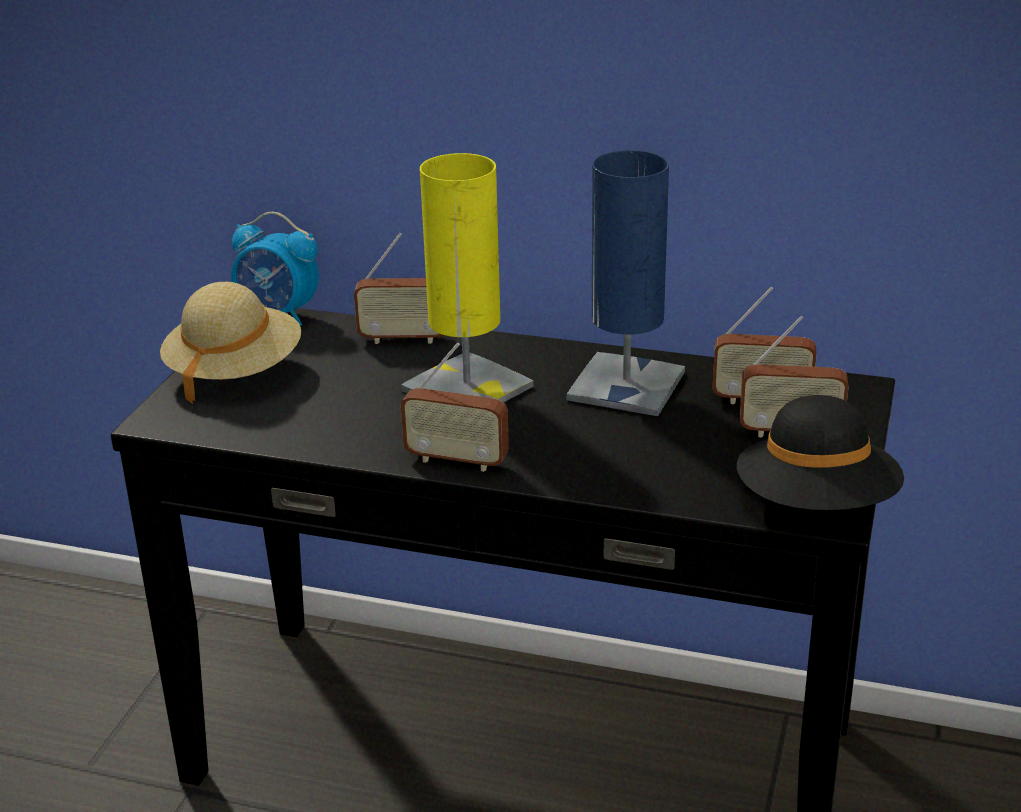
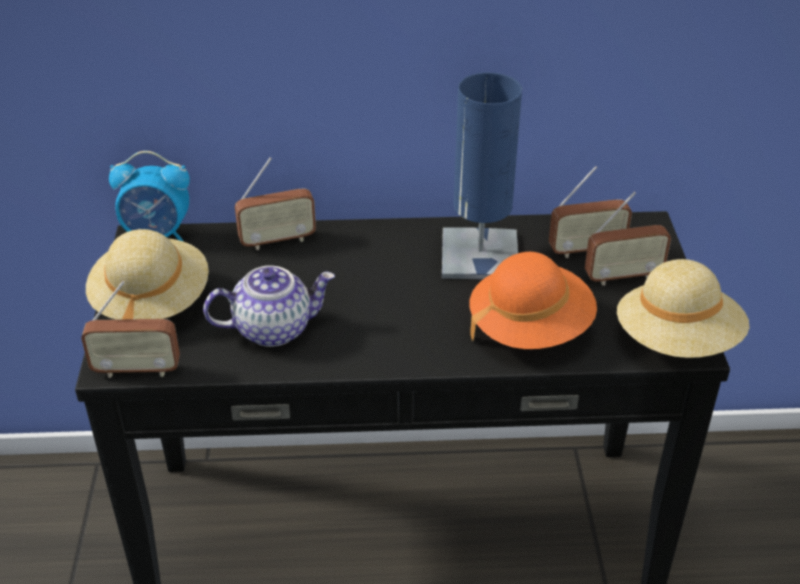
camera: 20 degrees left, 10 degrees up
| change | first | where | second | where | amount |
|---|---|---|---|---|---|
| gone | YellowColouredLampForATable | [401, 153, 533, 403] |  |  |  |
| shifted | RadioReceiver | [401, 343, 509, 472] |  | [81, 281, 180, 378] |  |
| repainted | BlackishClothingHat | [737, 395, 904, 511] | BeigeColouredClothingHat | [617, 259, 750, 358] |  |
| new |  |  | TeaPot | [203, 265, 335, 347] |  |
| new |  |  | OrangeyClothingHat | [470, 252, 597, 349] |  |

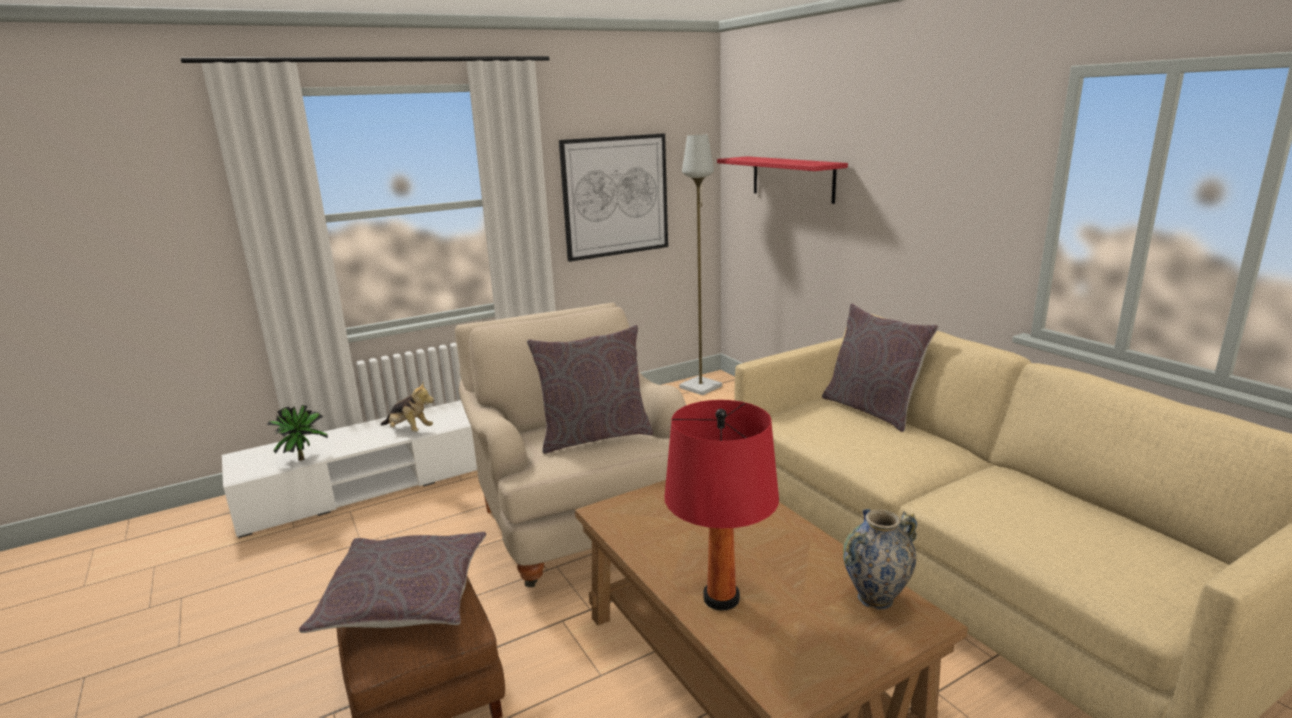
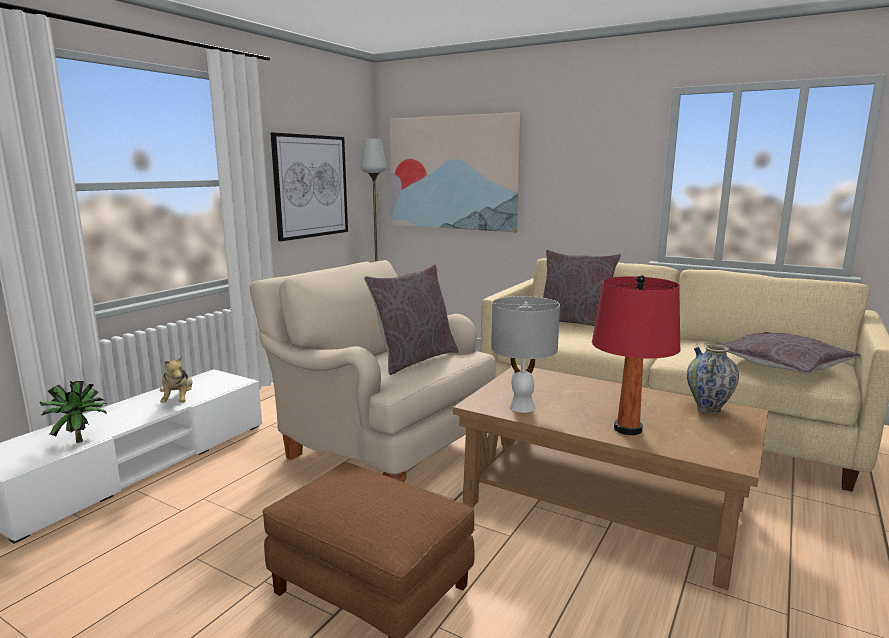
camera: 30 degrees left, 5 degrees down
| change | first | where | second | where | amount |
|---|---|---|---|---|---|
| shifted | GreyThrowPillow | [299, 532, 486, 633] |  | [717, 332, 861, 374] |  |
| rotated | CuddlyToy | [381, 383, 434, 432] |  | [160, 355, 193, 403] | 75 degrees clockwise |
| swapped | ReddishBracketShelf | [717, 156, 848, 204] | WallPicture | [390, 112, 522, 232] |  |
| new |  |  | GreyLampForATable | [491, 296, 560, 413] |  |

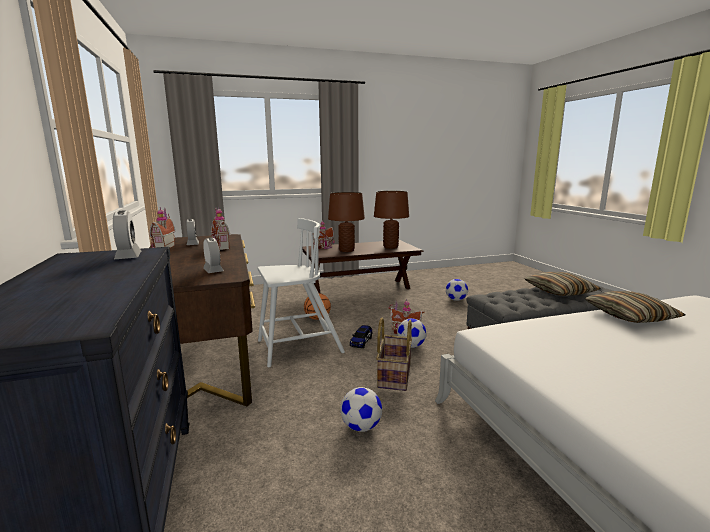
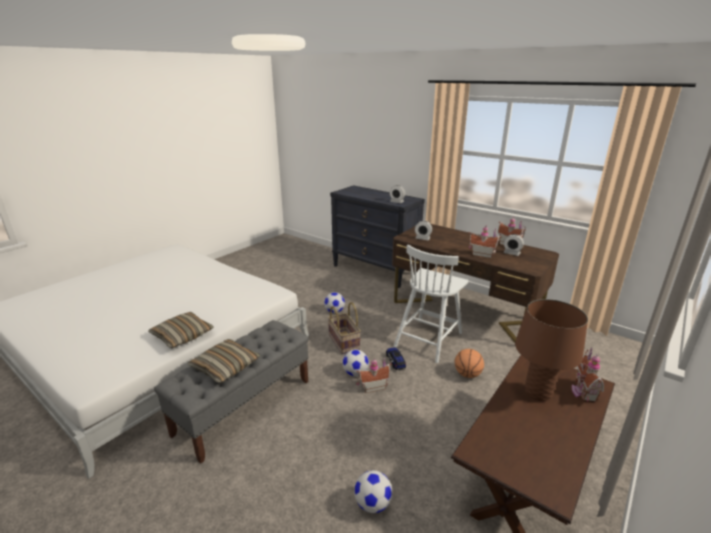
camera: 145 degrees right, 10 degrees up
| change | first | where | second | where | amount |
|---|---|---|---|---|---|
| gone | BrownishLampForATable | [374, 191, 409, 249] |  |  |  |

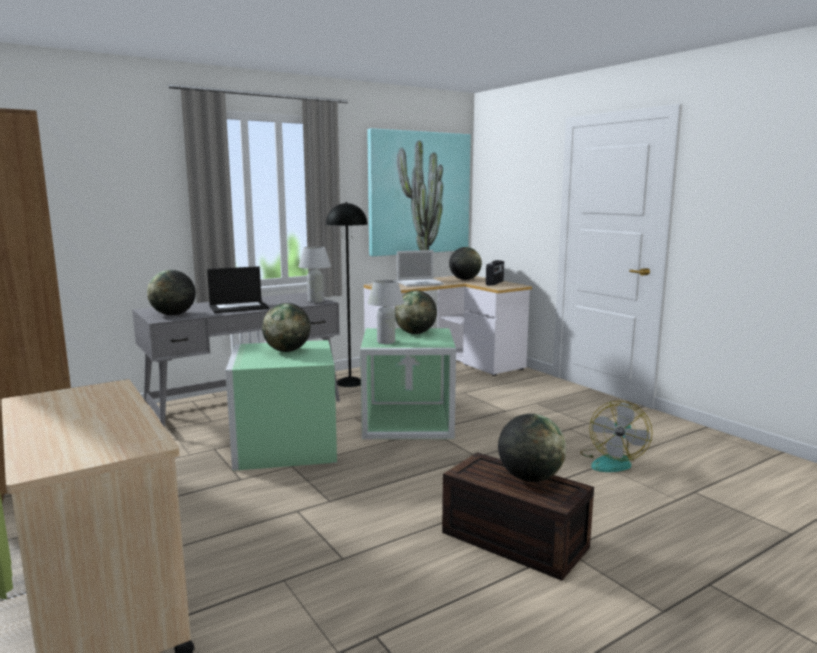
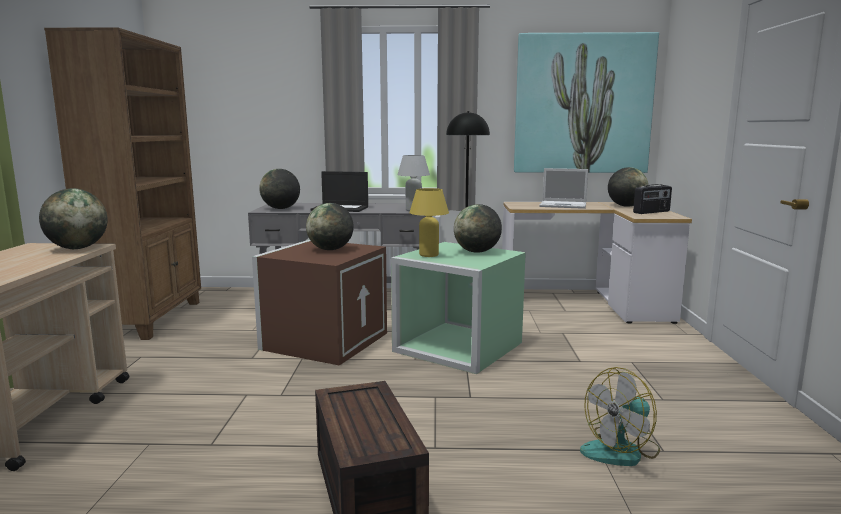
camera: 35 degrees right, 0 degrees up
| change | first | where | second | where | amount |
|---|---|---|---|---|---|
| repainted | GreenStorageContainer | [225, 340, 337, 471] | BrownishStorageContainer | [252, 240, 387, 366] |  |
| repainted | WhiteColouredLampForATable | [368, 280, 404, 344] | YellowColouredLampForATable | [409, 188, 449, 257] |  |
| shifted | DeskGlobe | [498, 414, 566, 482] |  | [39, 188, 108, 249] |  |

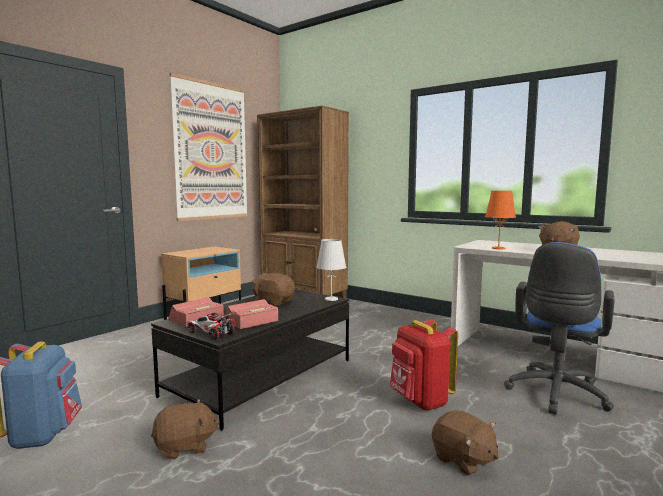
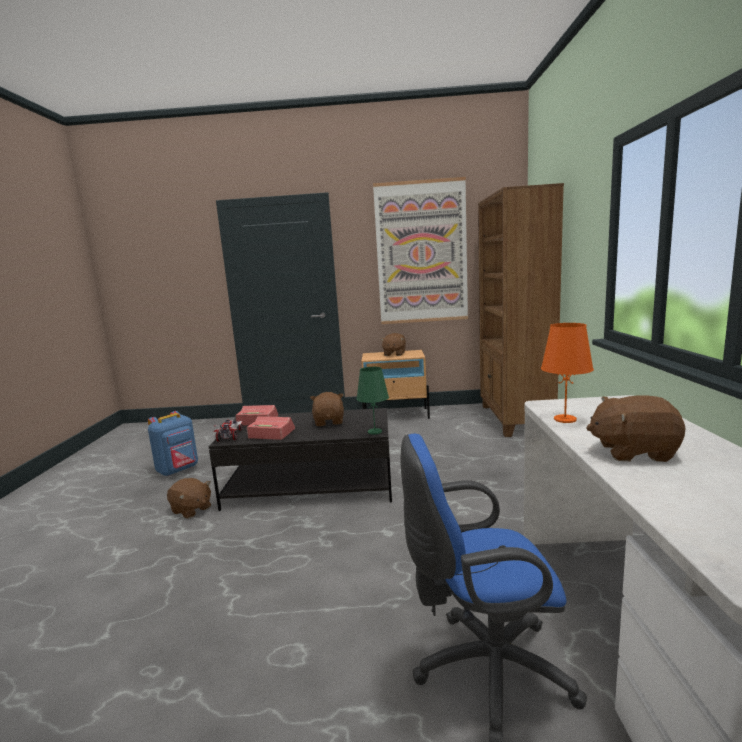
camera: 55 degrees right, 5 degrees up
| change | first | where | second | where | amount |
|---|---|---|---|---|---|
| repainted | WhiteColouredLampForATable | [316, 239, 346, 301] | GreenLampForATable | [356, 367, 389, 435] |  |
| gone | ReddishKnapsack | [390, 319, 458, 410] |  |  |  |
| shifted | BrownishCuddlyToy | [432, 410, 499, 476] |  | [381, 333, 406, 356] |  |

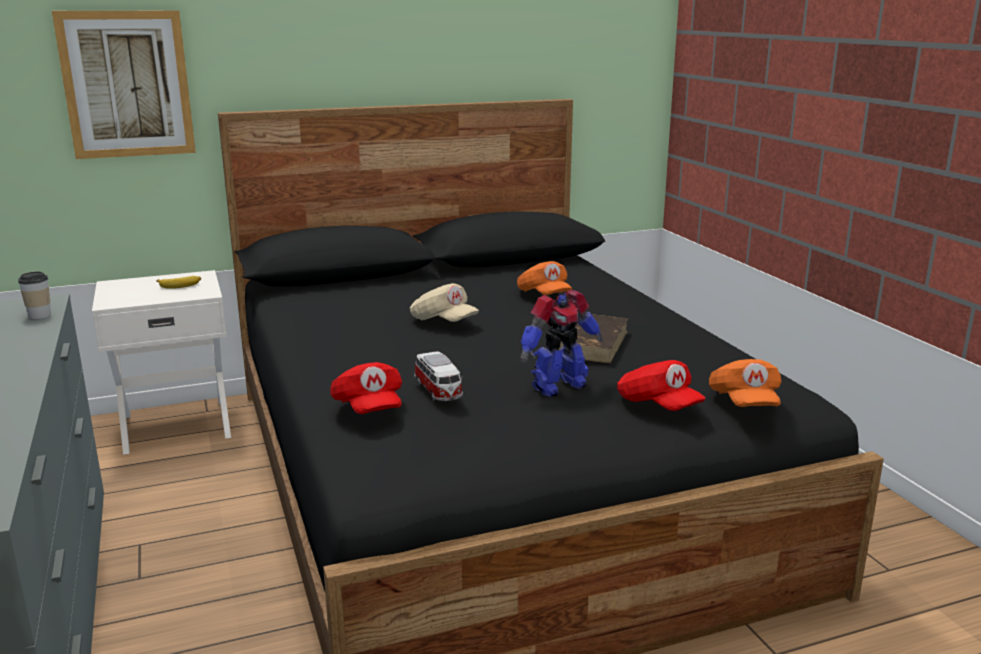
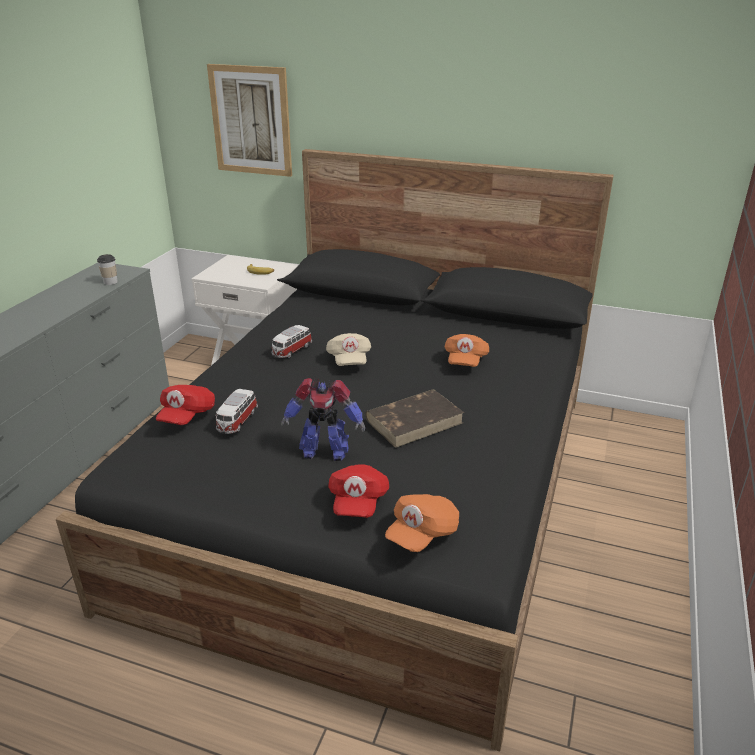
camera: 40 degrees right, 10 degrees up
| change | first | where | second | where | amount |
|---|---|---|---|---|---|
| new |  |  | ModelCar | [272, 325, 312, 358] |  |

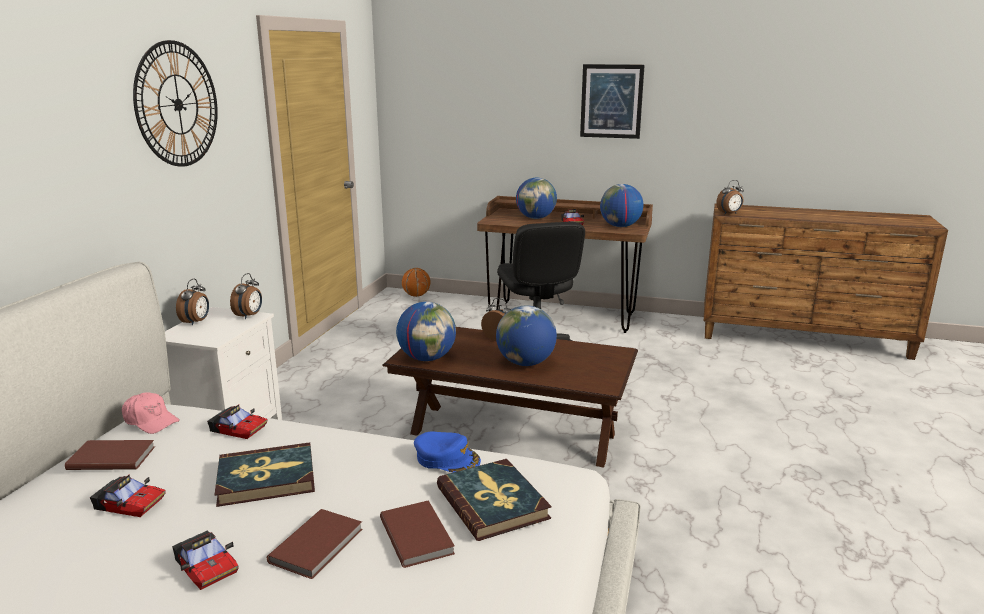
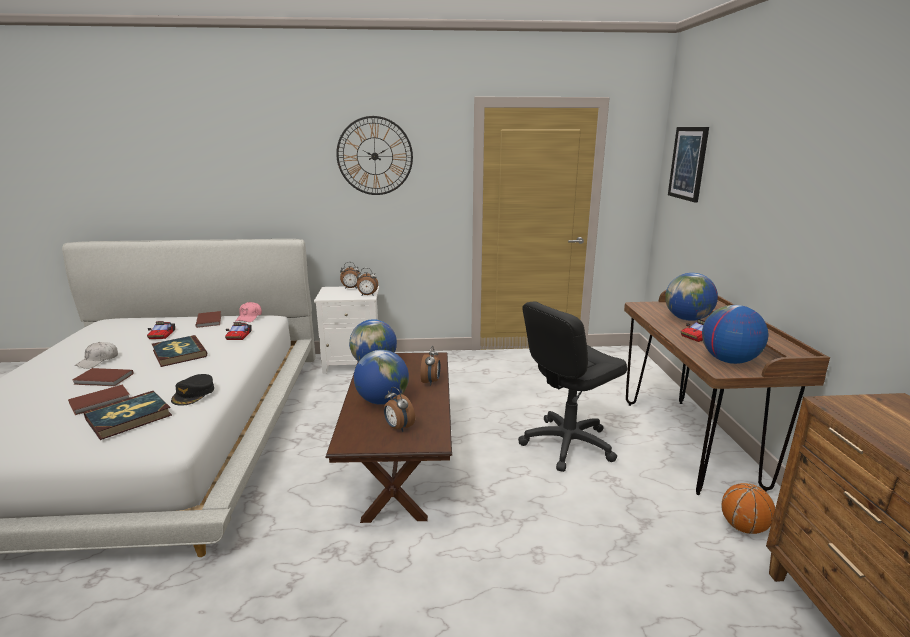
camera: 70 degrees right, 0 degrees up
| change | first | where | second | where | amount |
|---|---|---|---|---|---|
| swapped | ModelCar | [172, 531, 238, 590] | WhiteColouredBaseballCap | [74, 342, 118, 369] |  |
| shifted | Basketball | [402, 268, 431, 297] |  | [722, 483, 775, 534] |  |
| repainted | BlueColouredBaseballCap | [414, 432, 481, 473] | BlackishBaseballCap | [171, 374, 214, 406] |  |
| shifted | WallPicture | [580, 64, 645, 139] |  | [668, 127, 709, 202] |  |
| shifted | BedsideClock | [716, 180, 744, 215] |  | [384, 387, 415, 432] |  |

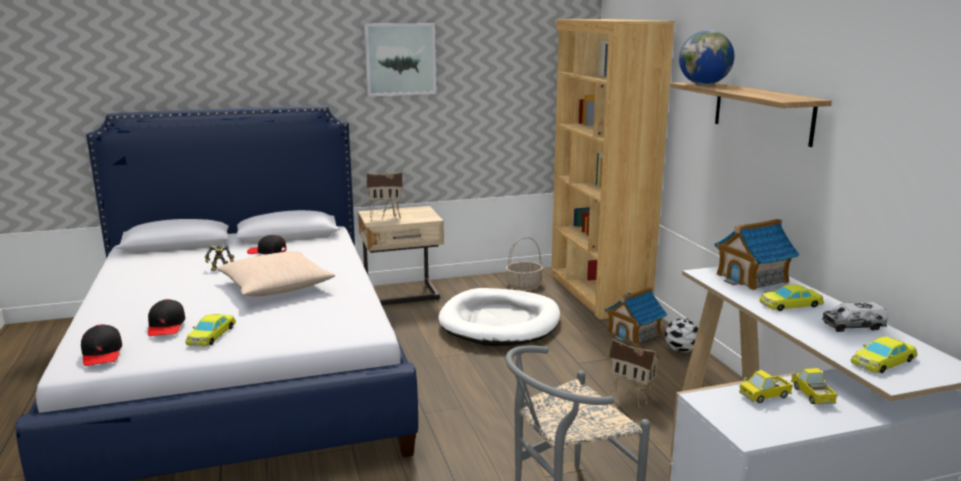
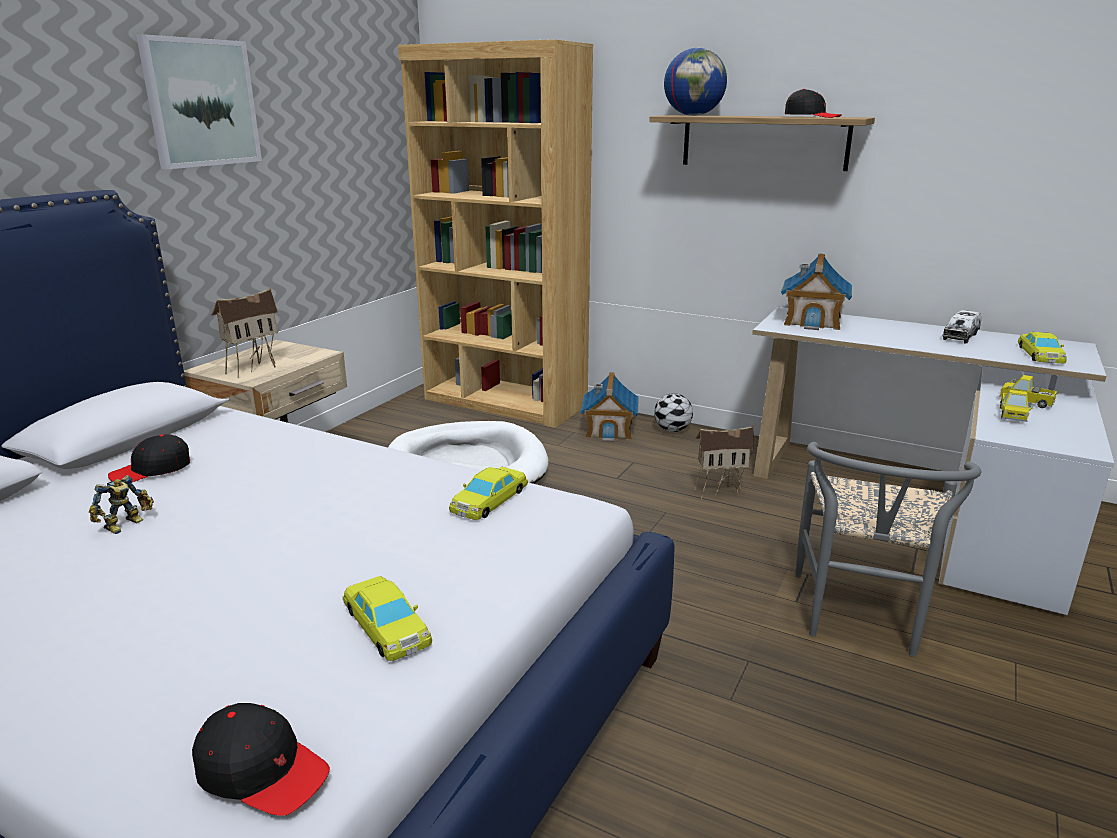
camera: 45 degrees left, 5 degrees up
| change | first | where | second | where | amount |
|---|---|---|---|---|---|
| shifted | BlackishBaseballCap | [148, 299, 185, 336] |  | [785, 89, 842, 118] |  |
| gone | BeigeColouredThrowPillow | [217, 251, 335, 296] |  |  |  |
| gone | StorageBasket | [506, 237, 543, 289] |  |  |  |
| shifted | YellowColouredModelCar | [759, 285, 824, 311] |  | [449, 467, 528, 520] |  |

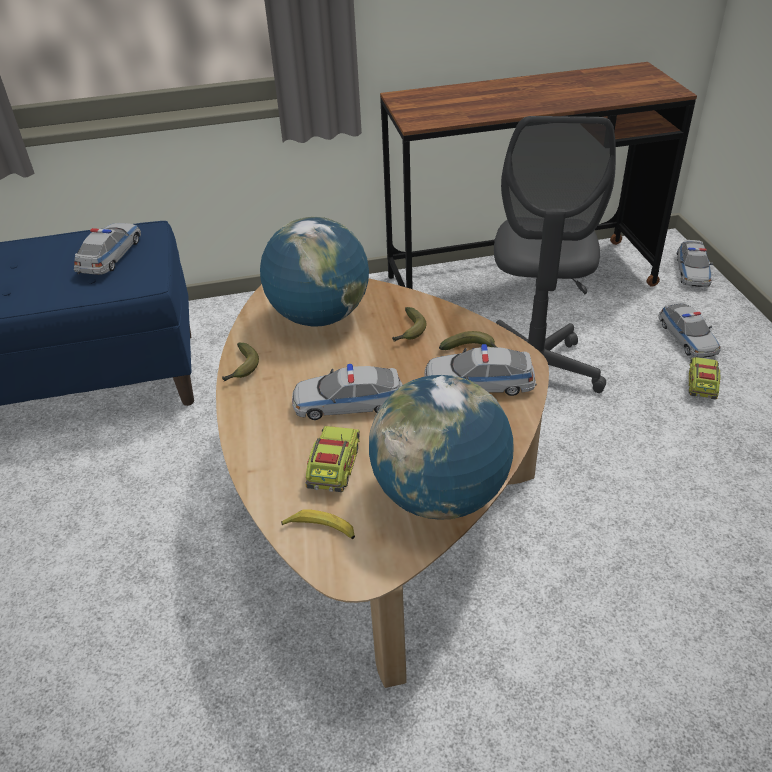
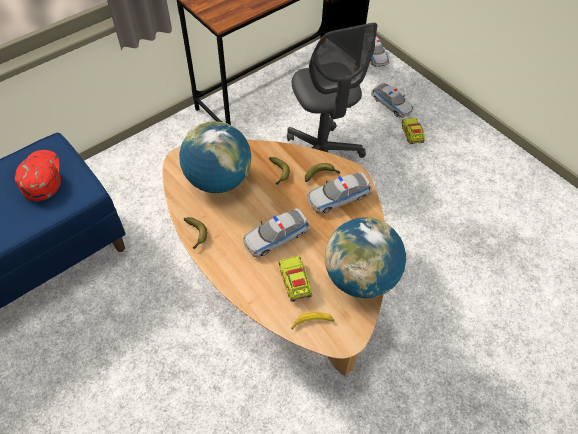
camera: 30 degrees left, 15 degrees up
| change | first | where | second | where | amount |
|---|---|---|---|---|---|
| swapped | ModelCar | [74, 223, 141, 274] | ReddishBaseballCap | [15, 150, 61, 201] |  |

